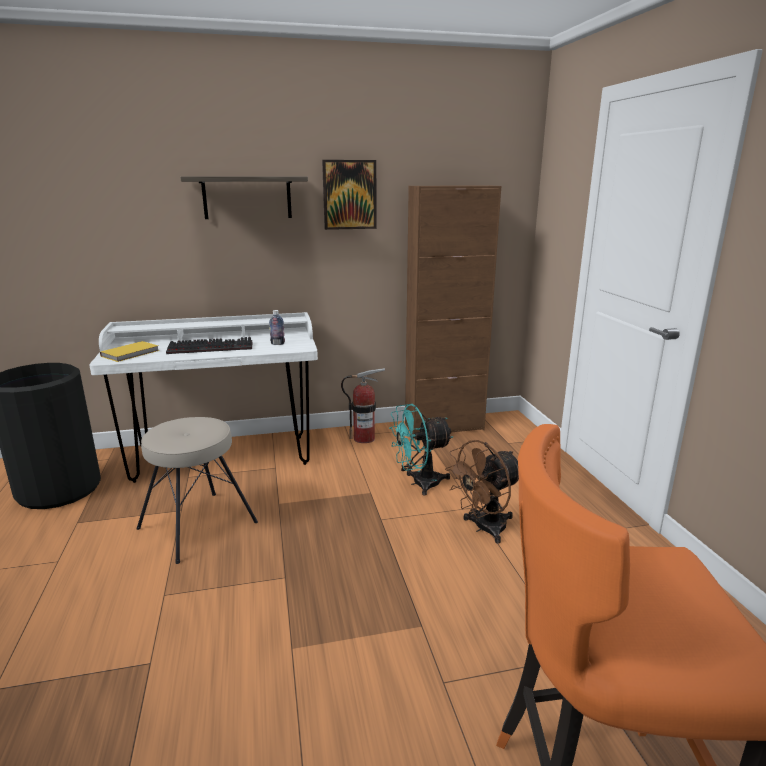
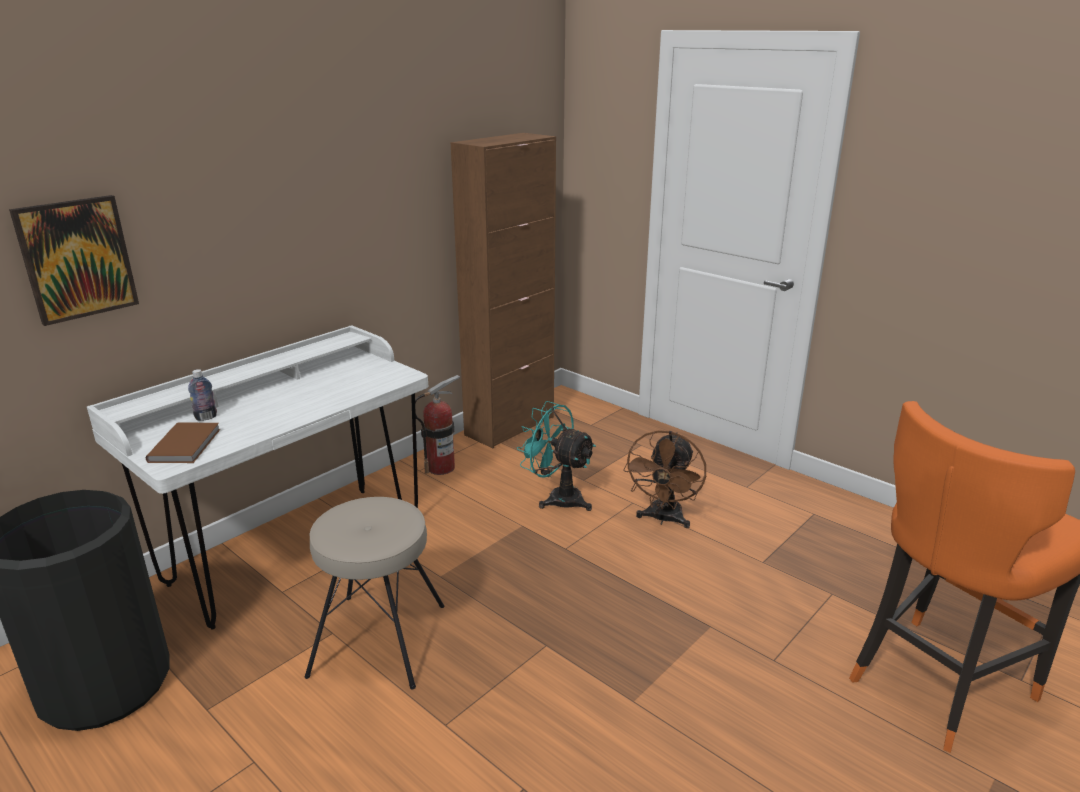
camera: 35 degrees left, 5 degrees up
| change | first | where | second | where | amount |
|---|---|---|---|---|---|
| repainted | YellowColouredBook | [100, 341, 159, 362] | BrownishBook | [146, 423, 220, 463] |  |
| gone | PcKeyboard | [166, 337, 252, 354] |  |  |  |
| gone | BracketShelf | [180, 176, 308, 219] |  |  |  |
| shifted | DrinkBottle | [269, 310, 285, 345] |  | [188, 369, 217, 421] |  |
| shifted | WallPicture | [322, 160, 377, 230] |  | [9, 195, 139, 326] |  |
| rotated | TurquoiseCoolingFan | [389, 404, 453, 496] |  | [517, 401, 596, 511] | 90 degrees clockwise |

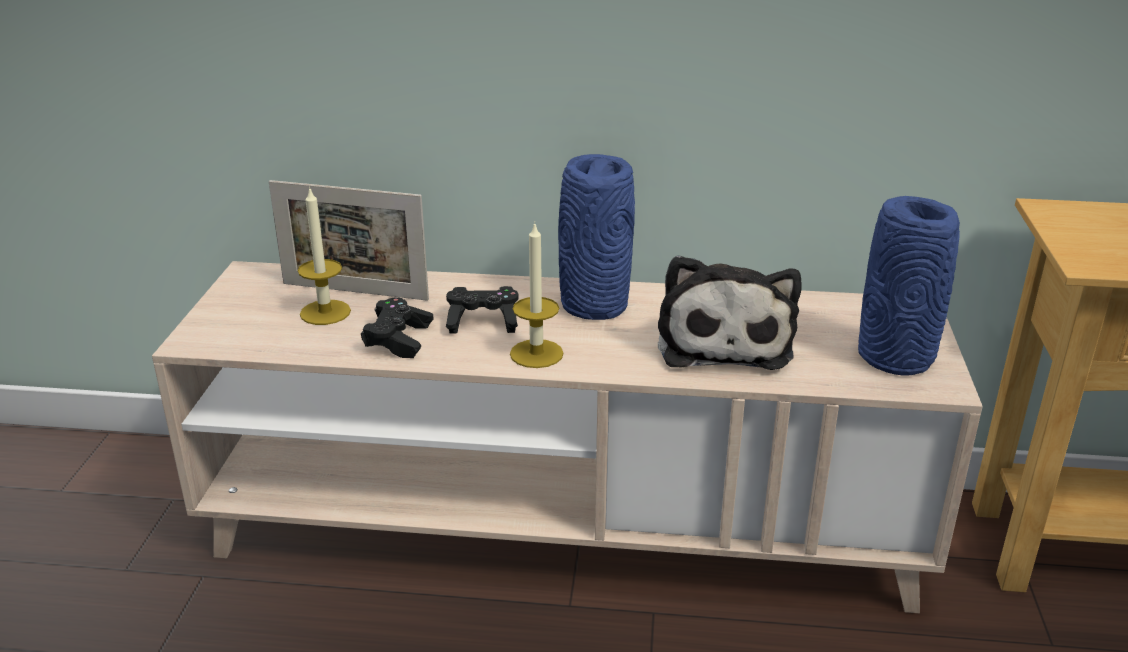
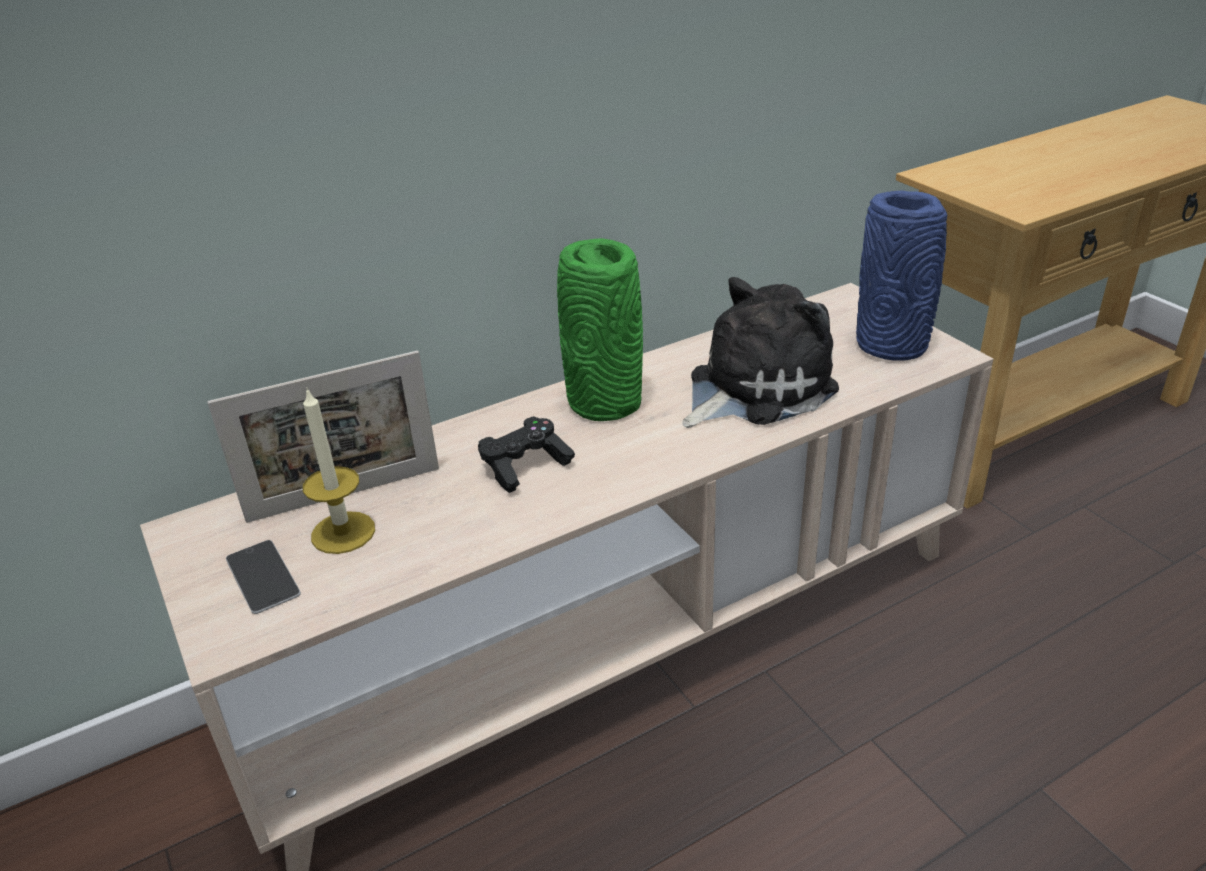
camera: 35 degrees left, 5 degrees up
| change | first | where | second | where | amount |
|---|---|---|---|---|---|
| gone | BlackishGamepad | [361, 298, 433, 358] |  |  |  |
| gone | WaxCandle | [510, 222, 564, 368] |  |  |  |
| repainted | BlueColouredVase | [558, 154, 635, 320] | GreenVase | [557, 238, 643, 421] |  |
| rotated | CuddlyToy | [658, 255, 802, 370] |  | [682, 277, 839, 428] | 90 degrees counterclockwise |
| new |  |  | Handset | [226, 540, 301, 614] |  |

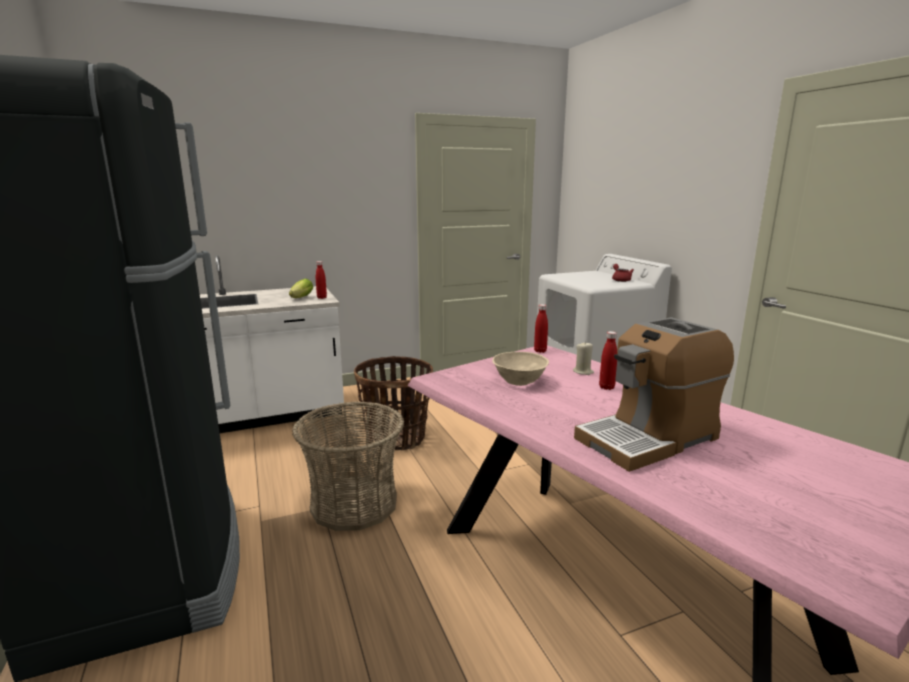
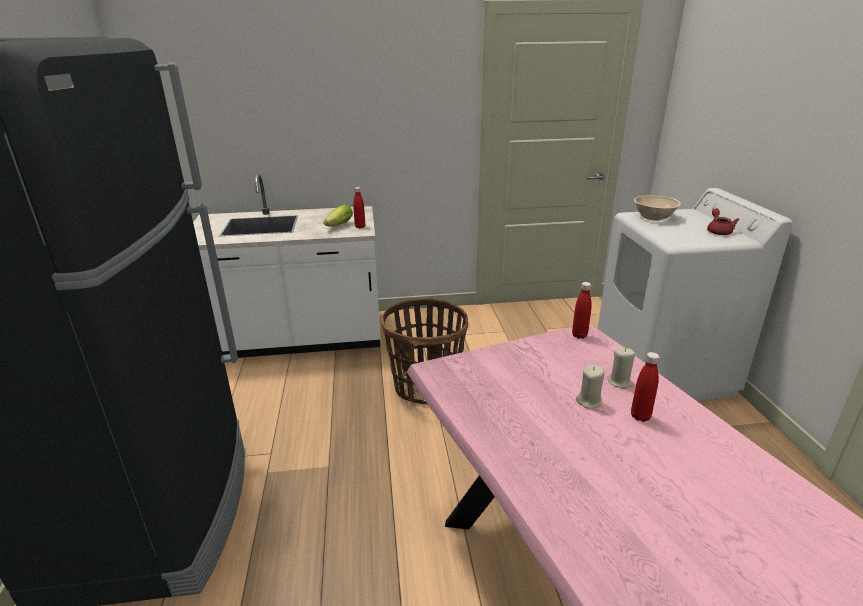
camera: 15 degrees right, 10 degrees up
| change | first | where | second | where | amount |
|---|---|---|---|---|---|
| gone | StorageBasket | [292, 401, 404, 531] |  |  |  |
| shifted | BeigeColouredDeepDish | [492, 352, 549, 386] |  | [634, 195, 681, 221] |  |
| gone | CoffeeBrewer | [574, 317, 734, 472] |  |  |  |
| new |  |  | BeigeColouredWaxCandle | [576, 365, 604, 409] |  |

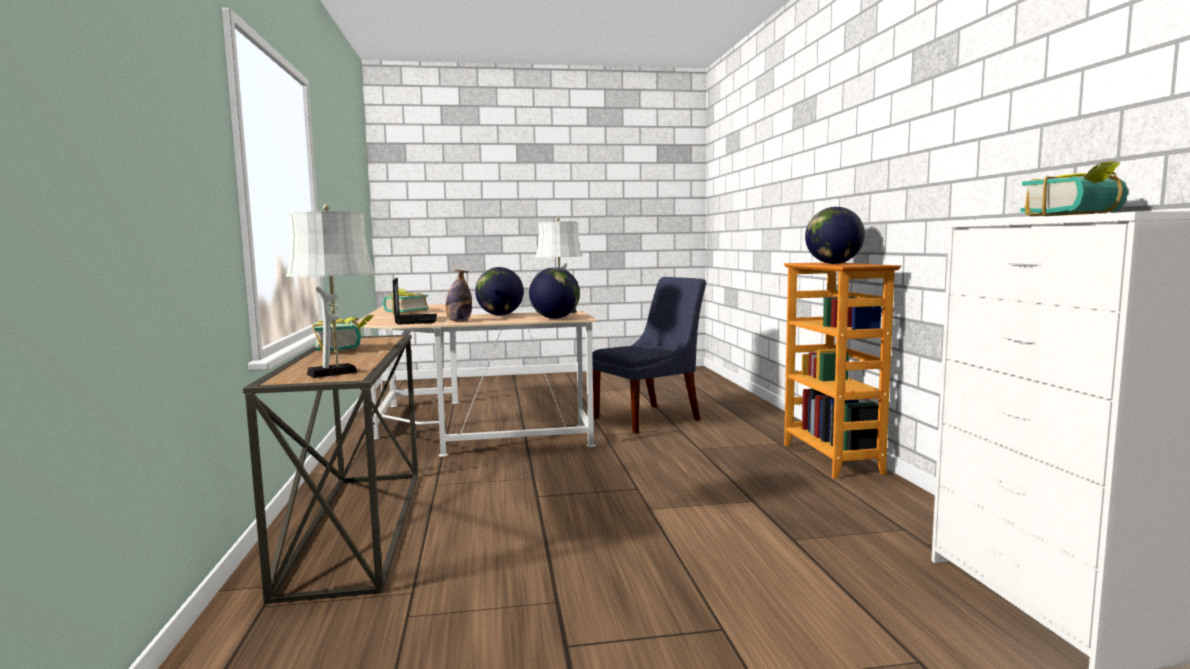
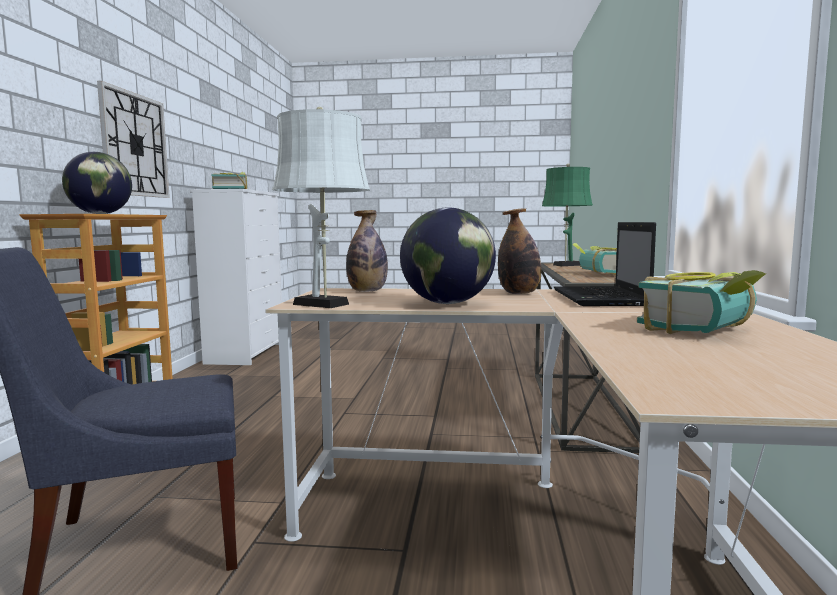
camera: 165 degrees left, 0 degrees up
| change | first | where | second | where | amount |
|---|---|---|---|---|---|
| repainted | WhiteColouredLampForATable | [286, 204, 375, 378] | GreenLampForATable | [542, 163, 593, 266] |  |
| swapped | DeskGlobe | [529, 267, 580, 319] | DrinkBottle | [346, 210, 388, 292] |  |
| new |  |  | ClockOnTheWall | [97, 81, 170, 198] |  |

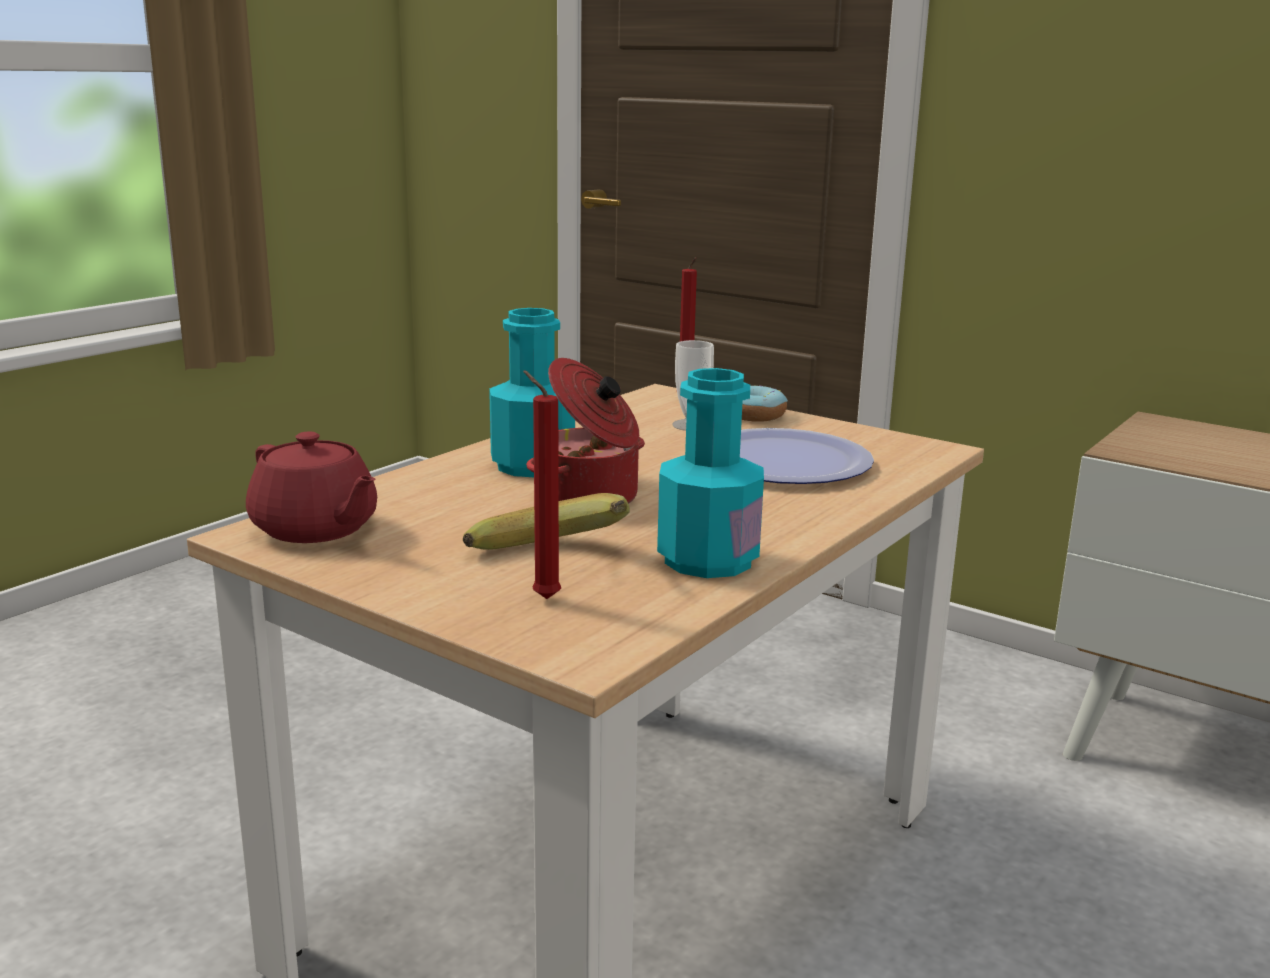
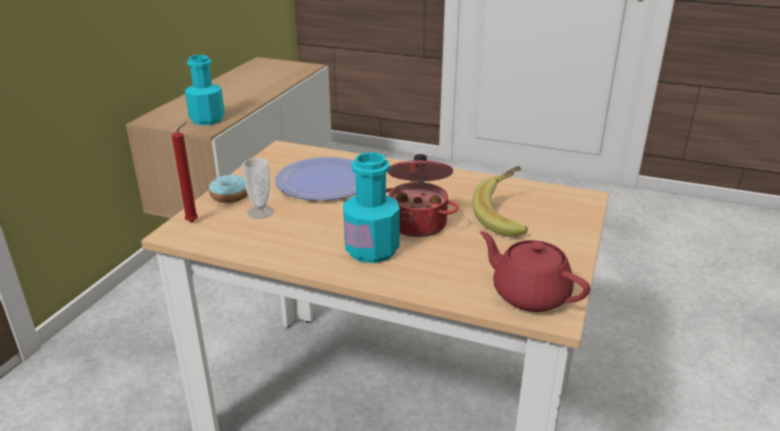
camera: 105 degrees left, 10 degrees up
| change | first | where | second | where | amount |
|---|---|---|---|---|---|
| rotated | ReddishTeaPot | [246, 431, 377, 543] |  | [480, 231, 590, 312] | 75 degrees counterclockwise |
| gone | ReddishWaxCandle | [523, 370, 561, 599] |  |  |  |
| shifted | TurquoiseDrinkBottle | [657, 368, 764, 578] |  | [185, 55, 225, 125] |  |

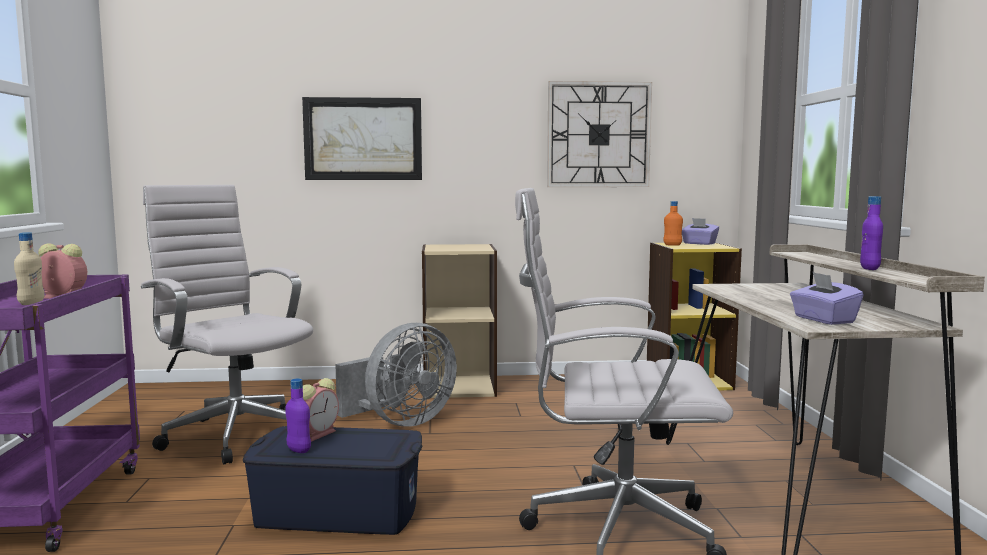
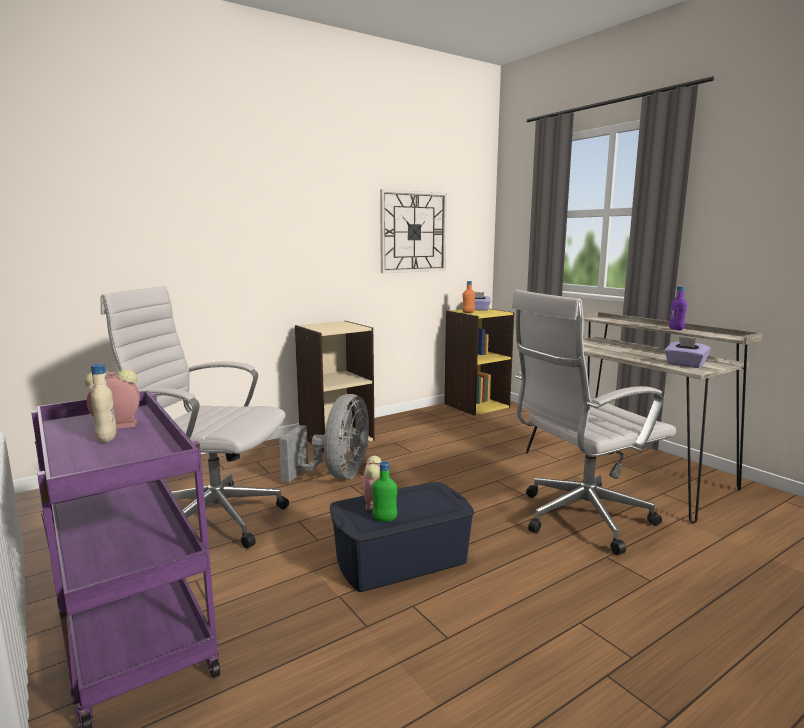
camera: 30 degrees left, 5 degrees up
| change | first | where | second | where | amount |
|---|---|---|---|---|---|
| repainted | PurpleDrinkBottle | [285, 379, 311, 453] | GreenDrinkBottle | [372, 461, 397, 522] |  |
| gone | WallPicture | [302, 97, 422, 180] |  |  |  |

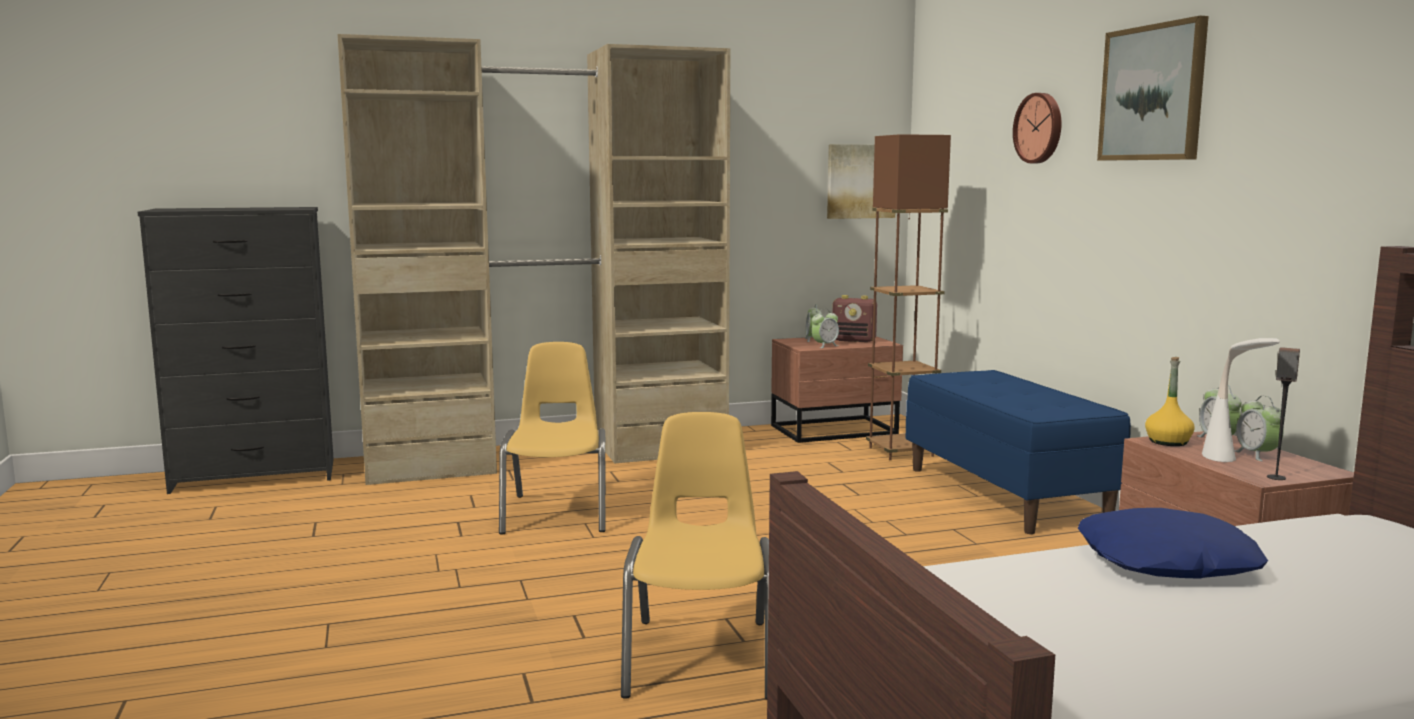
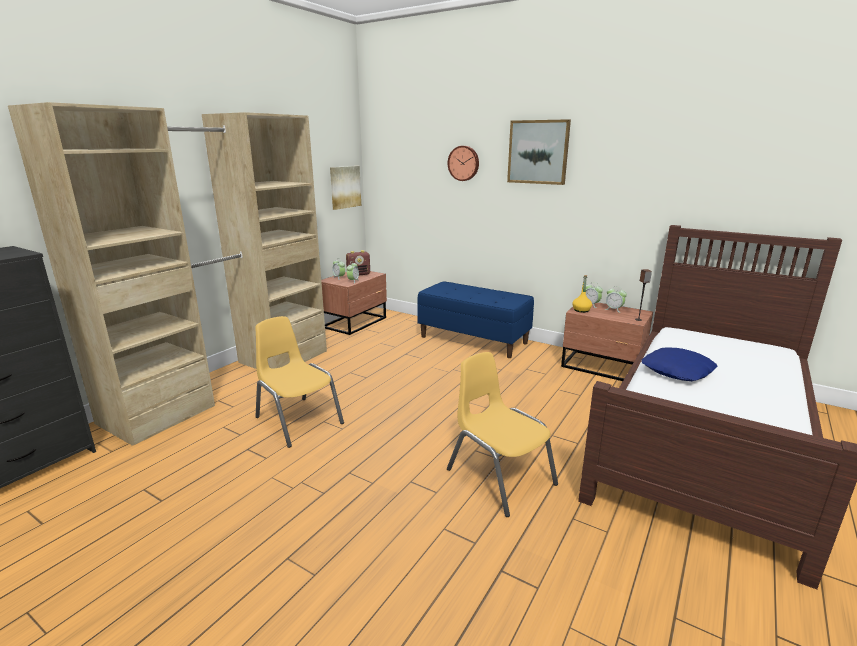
camera: 40 degrees left, 10 degrees up
| change | first | where | second | where | amount |
|---|---|---|---|---|---|
| gone | BrownishFloorLamp | [866, 134, 951, 460] |  |  |  |
| gone | WhiteColouredLampForATable | [1202, 338, 1280, 462] |  |  |  |

